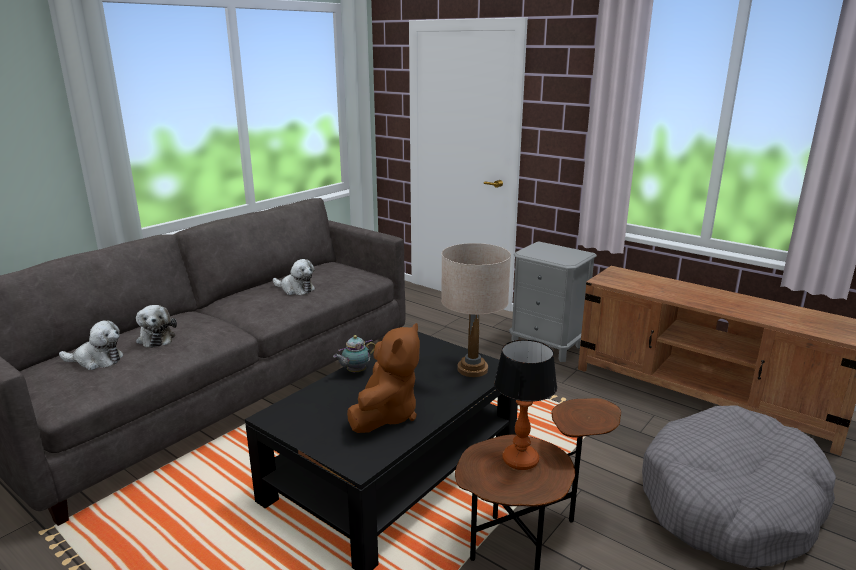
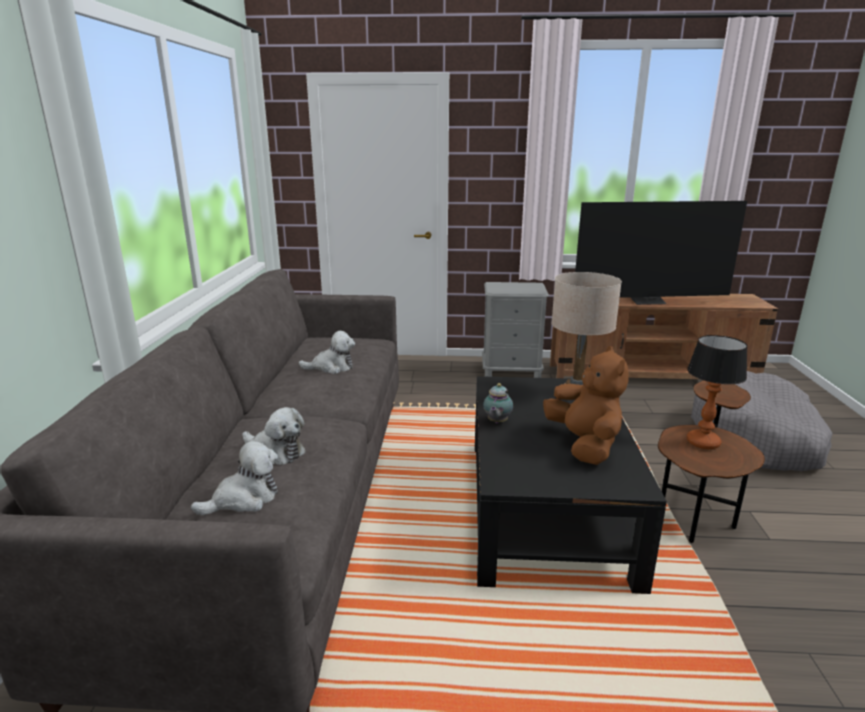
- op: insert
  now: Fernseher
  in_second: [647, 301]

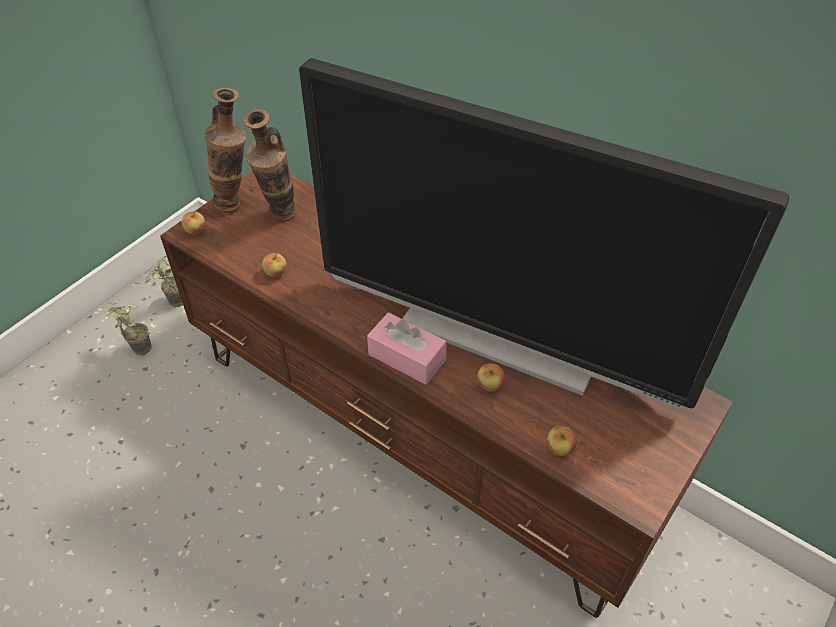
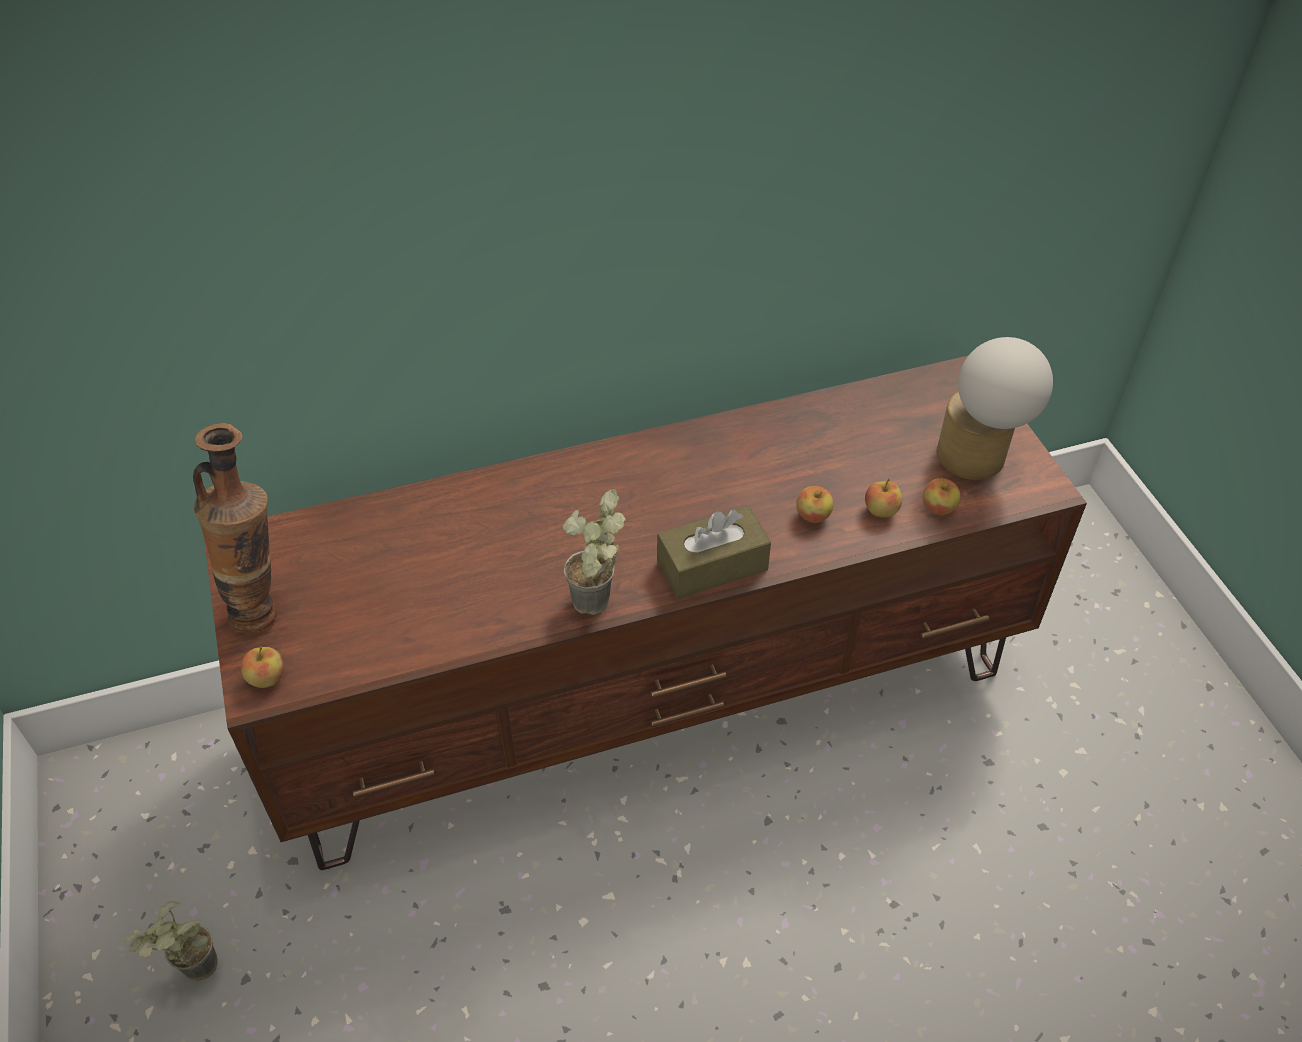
- op: delete
  was: Vase
  in_first: [280, 219]
- op: delete
  was: Fernseher
  in_first: [500, 337]
- op: insert
  now: Tischlampe
  in_second: [978, 462]
- op: move
  was: Topfpflanze
  in_first: [175, 305]
  in_second: [598, 609]
- op: move
  was: Apfel
  in_first: [276, 273]
  in_second: [881, 511]
- op: recolor
  was: Taschentuchbox [rosa]
  now: Taschentuchbox [braun]
  in_first: [407, 357]
  in_second: [712, 566]

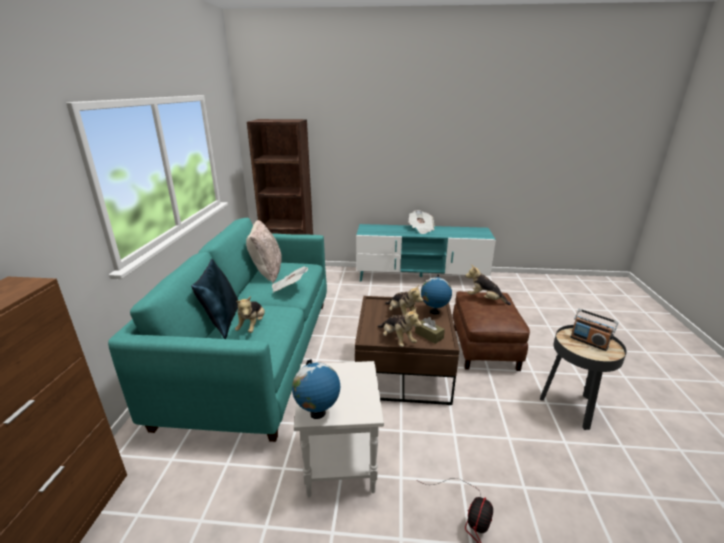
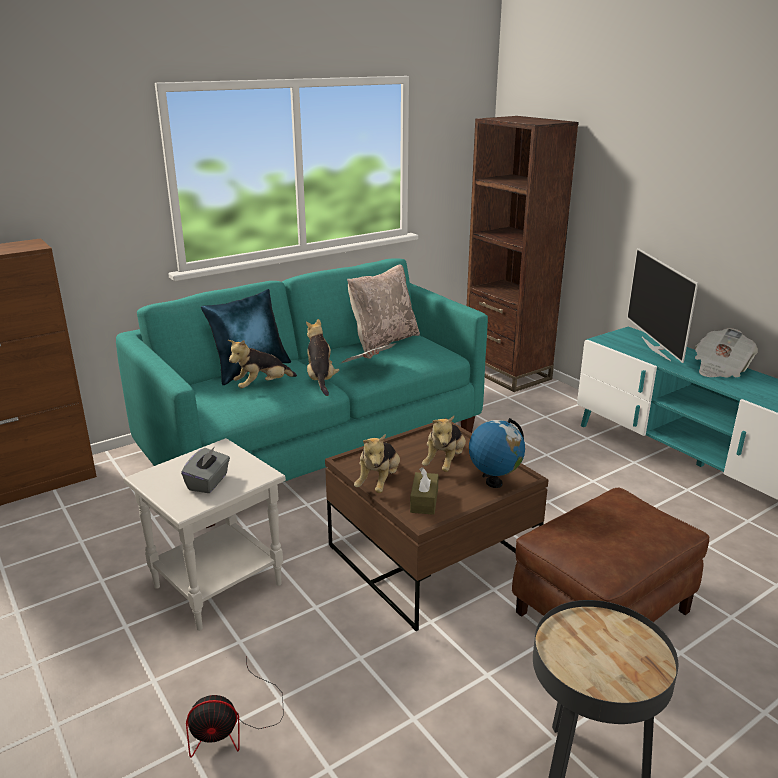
- op: delete
  was: Globus
  in_first: [317, 413]
- op: delete
  was: Radio
  in_first: [589, 342]
- op: insert
  now: Taschentuchbox [grau]
  in_second: [208, 482]
- op: insert
  now: Fernseher
  in_second: [656, 348]
- op: move
  was: Plüschtier
  in_first: [485, 299]
  in_second: [321, 379]

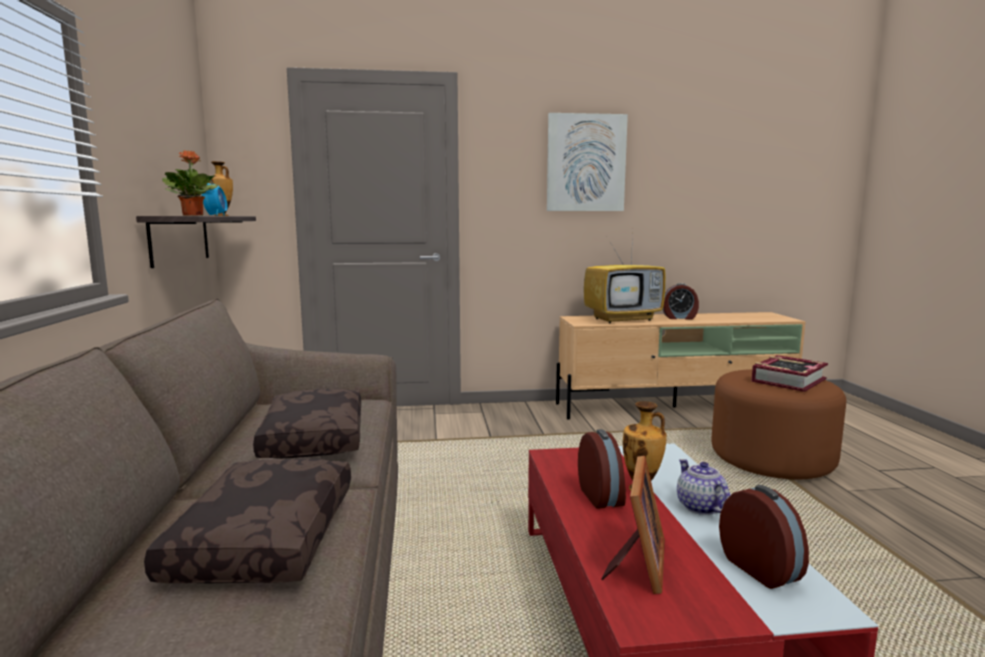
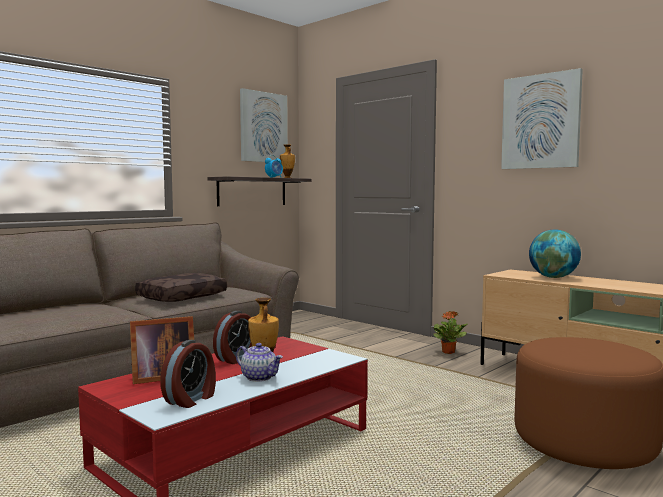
- op: delete
  was: Kissen [braun]
  in_first: [263, 537]
- op: delete
  was: Wecker
  in_first: [679, 318]
- op: delete
  was: Buch
  in_first: [788, 380]
- op: insert
  now: Bild
  in_second: [263, 127]
- op: move
  was: Topfpflanze
  in_first: [193, 215]
  in_second: [448, 352]
- op: replace
  was: Fernseher
  now: Globus
  in_first: [623, 319]
  in_second: [553, 277]
- op: rotate
  was: Teekanne
  in_first: [700, 507]
  in_second: [259, 377]
  clockwise: 90

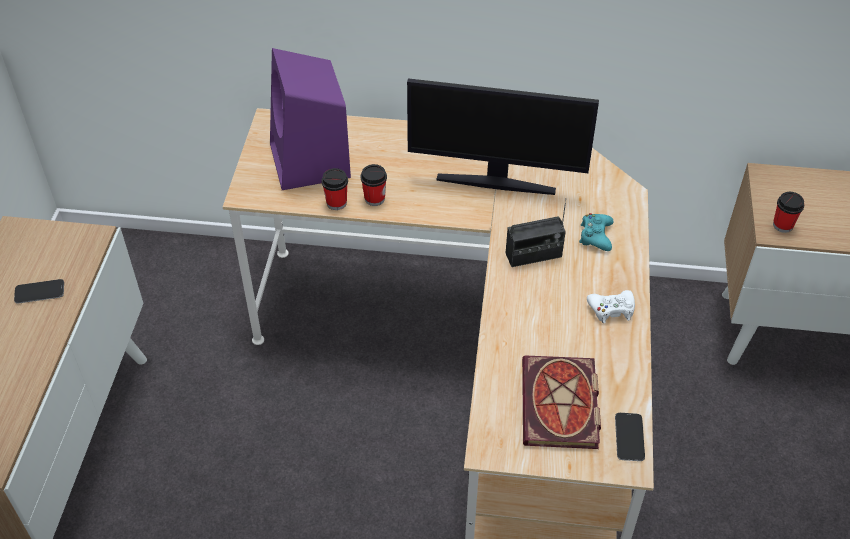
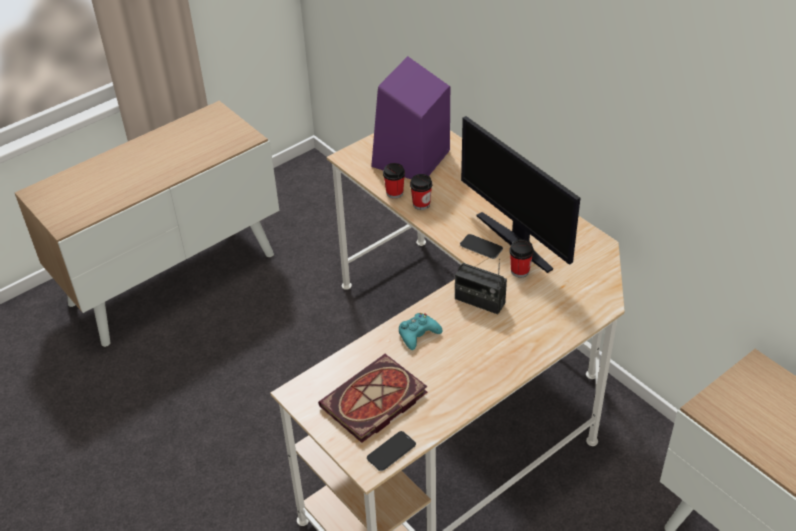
- op: delete
  was: Gamepad [weiß]
  in_first: [611, 309]
- op: move
  was: Handy
  in_first: [39, 292]
  in_second: [481, 247]
- op: move
  was: Gamepad [türkis]
  in_first: [595, 236]
  in_second: [418, 334]
- op: move
  was: Tasse
  in_first: [782, 225]
  in_second: [520, 271]

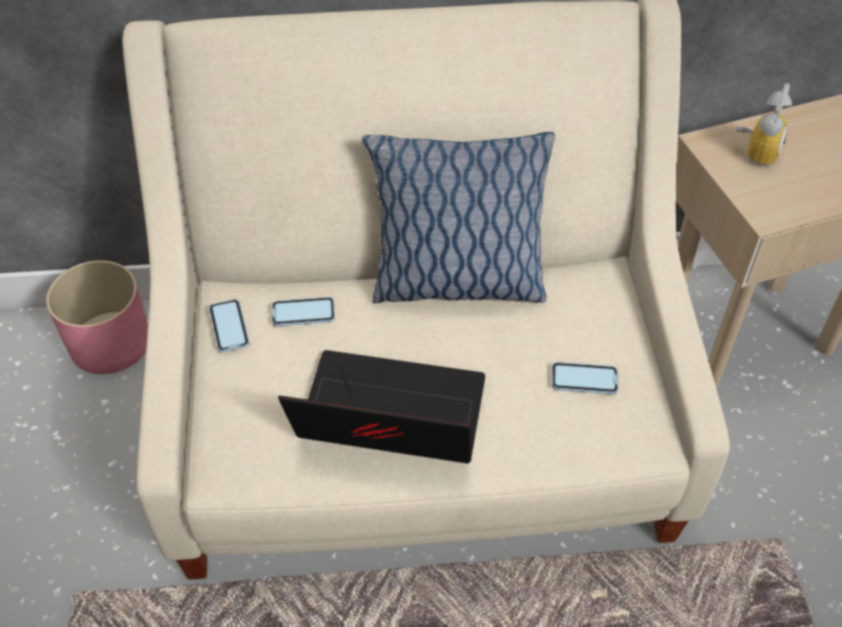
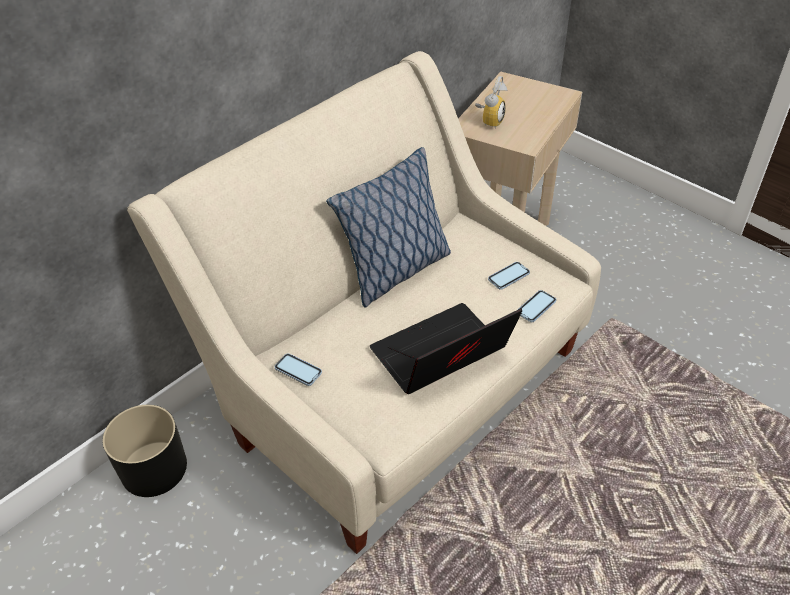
- op: move
  was: Handy
  in_first: [303, 313]
  in_second: [536, 307]
- op: recolor
  was: Pflanzkübel [rosa]
  now: Pflanzkübel [schwarz]
  in_first: [110, 342]
  in_second: [154, 468]
- op: rotate
  was: Wecker
  in_first: [754, 152]
  in_second: [489, 121]
  clockwise: 45

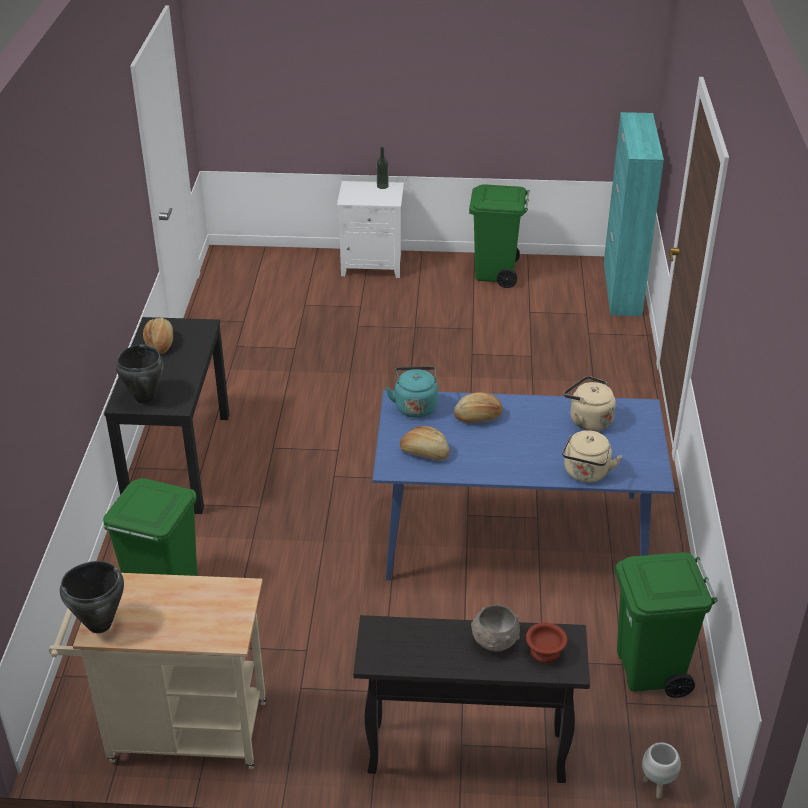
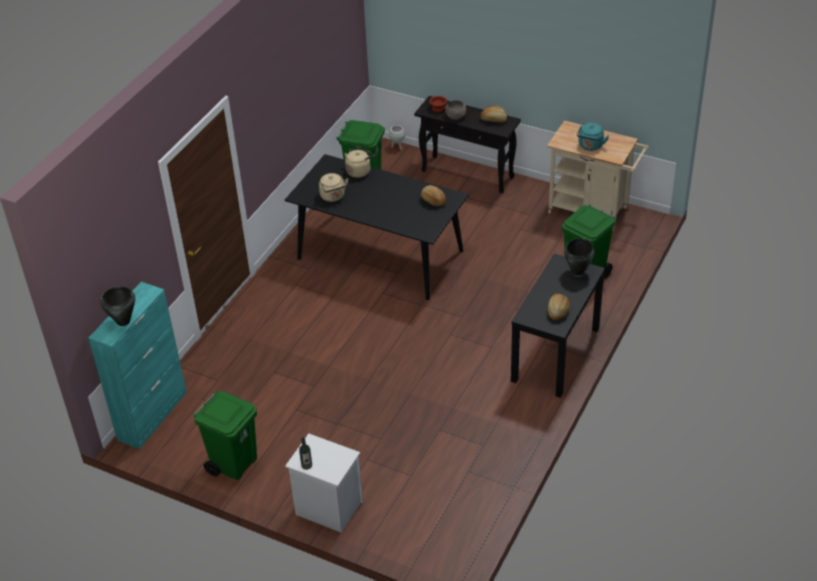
- op: move
  was: Kochtopf [schwarz]
  in_first: [99, 624]
  in_second: [123, 321]
- op: move
  was: Wasserkessel [türkis]
  in_first: [415, 406]
  in_second: [590, 146]
- op: move
  was: Brot
  in_first: [478, 417]
  in_second: [493, 120]
- op: recolor
  was: Esstisch [blau]
  now: Esstisch [schwarz]
  in_first: [513, 536]
  in_second: [381, 255]

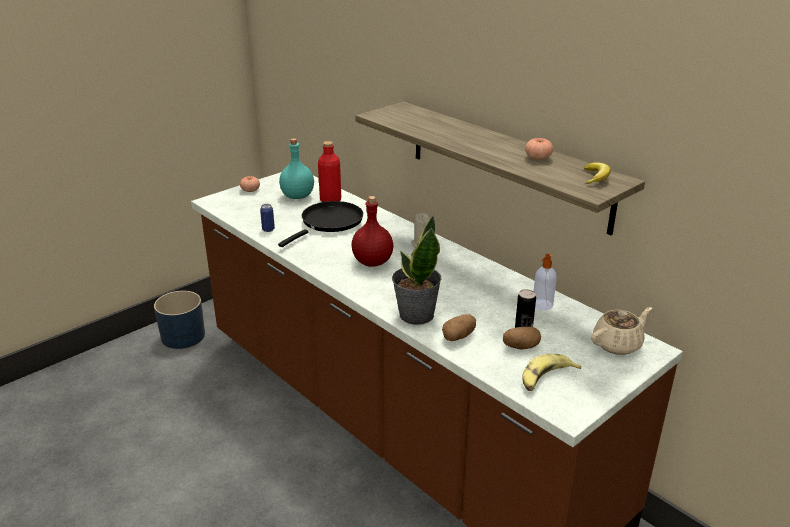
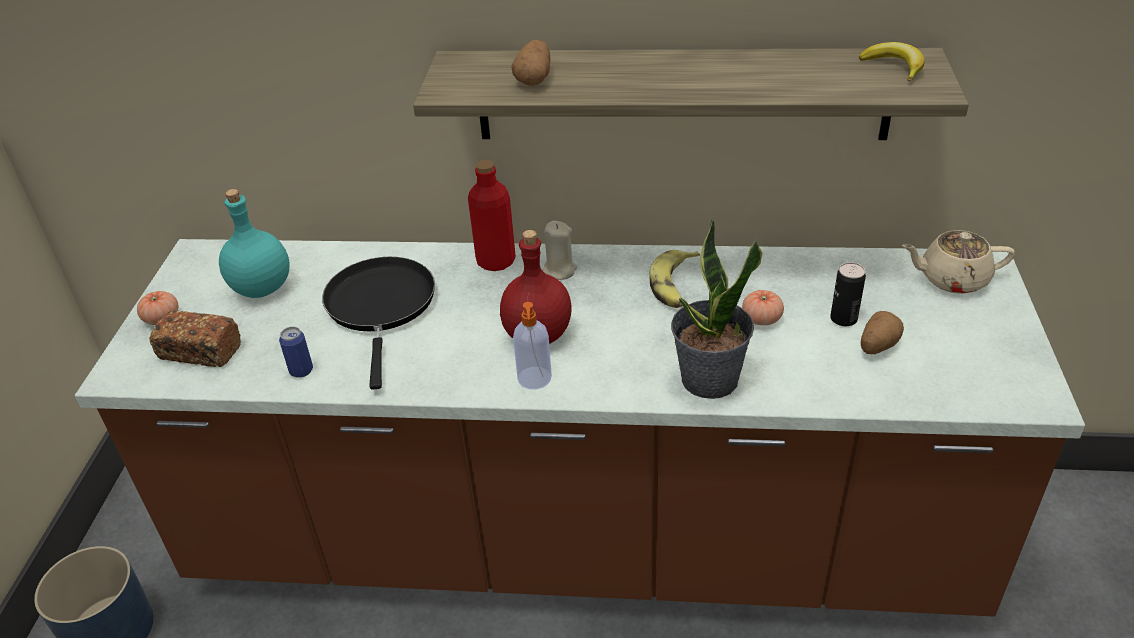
- op: insert
  now: Brot
  in_second: [200, 351]
- op: move
  was: Flasche [rot]
  in_first: [330, 200]
  in_second: [496, 261]
- op: move
  was: Kartoffel
  in_first: [459, 336]
  in_second: [534, 79]
- op: move
  was: Banane
  in_first: [546, 378]
  in_second: [674, 285]
- op: move
  was: Tomate
  in_first: [538, 158]
  in_second: [761, 319]
- op: move
  was: Seifenspender
  in_first: [542, 305]
  in_second: [534, 379]
- op: rotate
  was: Teekanne [beige]
  in_first: [618, 344]
  in_second: [952, 279]
  clockwise: -105

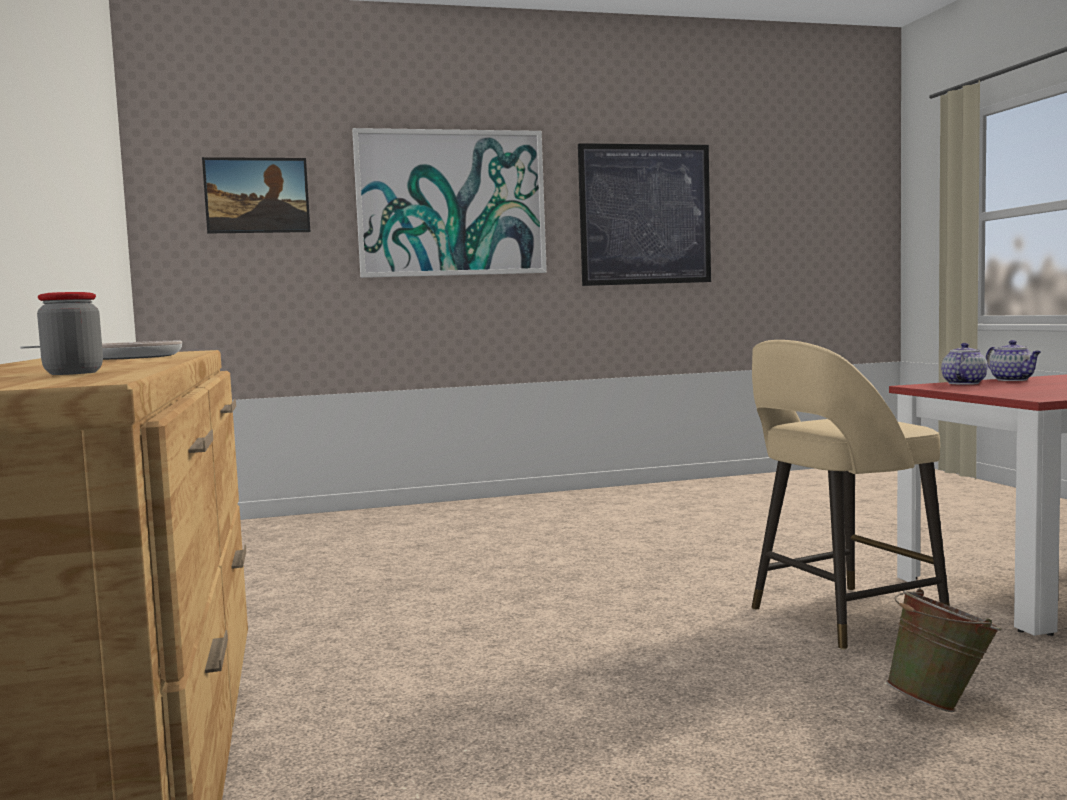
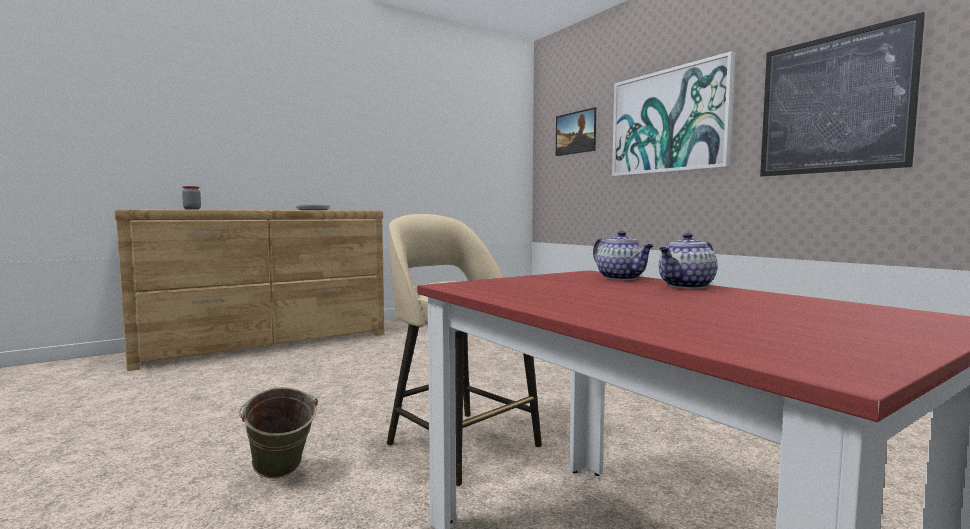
- op: rotate
  was: Teekanne
  in_first: [963, 383]
  in_second: [622, 278]
  clockwise: 45

